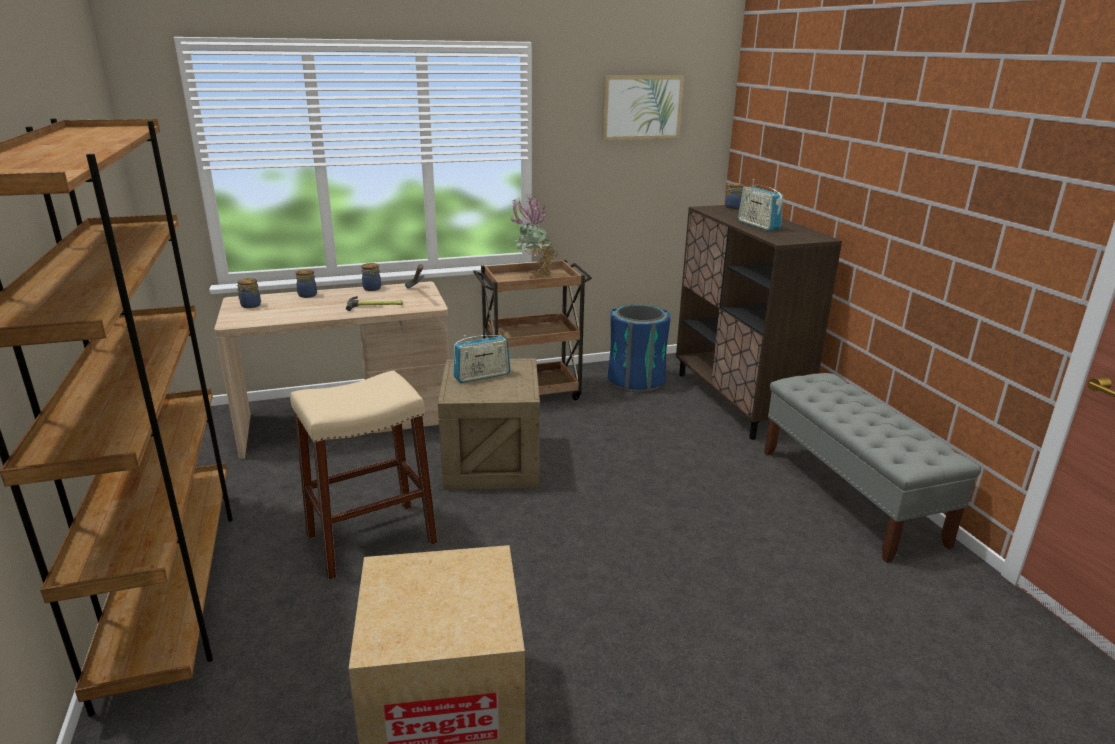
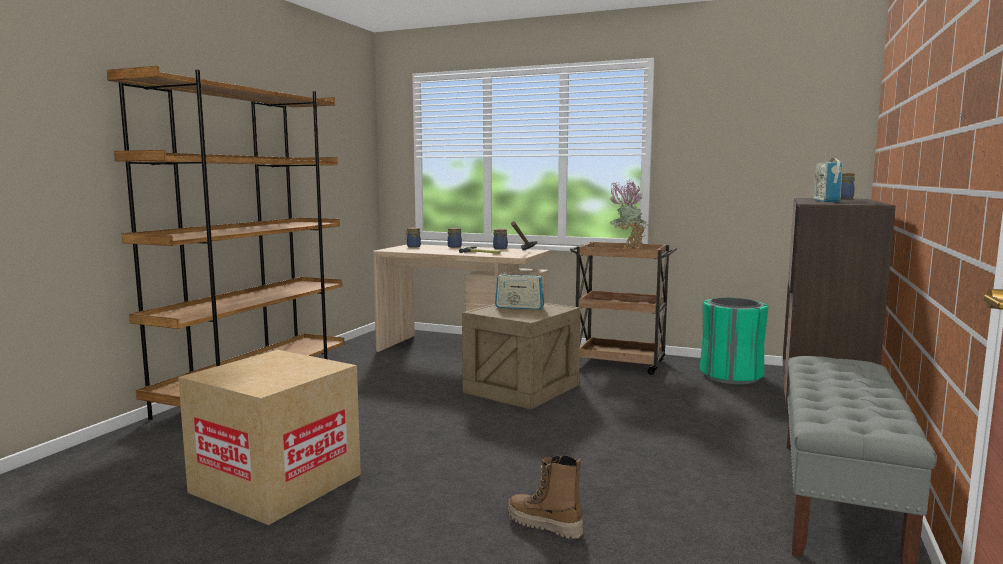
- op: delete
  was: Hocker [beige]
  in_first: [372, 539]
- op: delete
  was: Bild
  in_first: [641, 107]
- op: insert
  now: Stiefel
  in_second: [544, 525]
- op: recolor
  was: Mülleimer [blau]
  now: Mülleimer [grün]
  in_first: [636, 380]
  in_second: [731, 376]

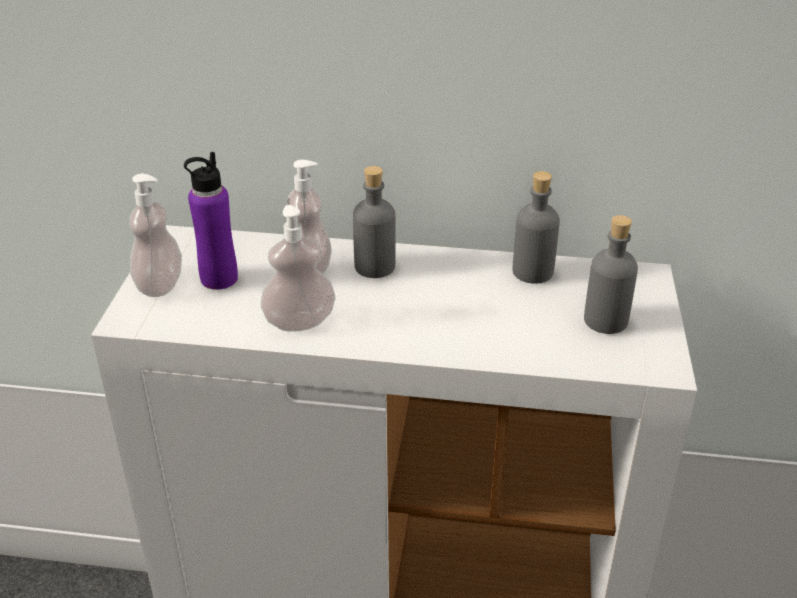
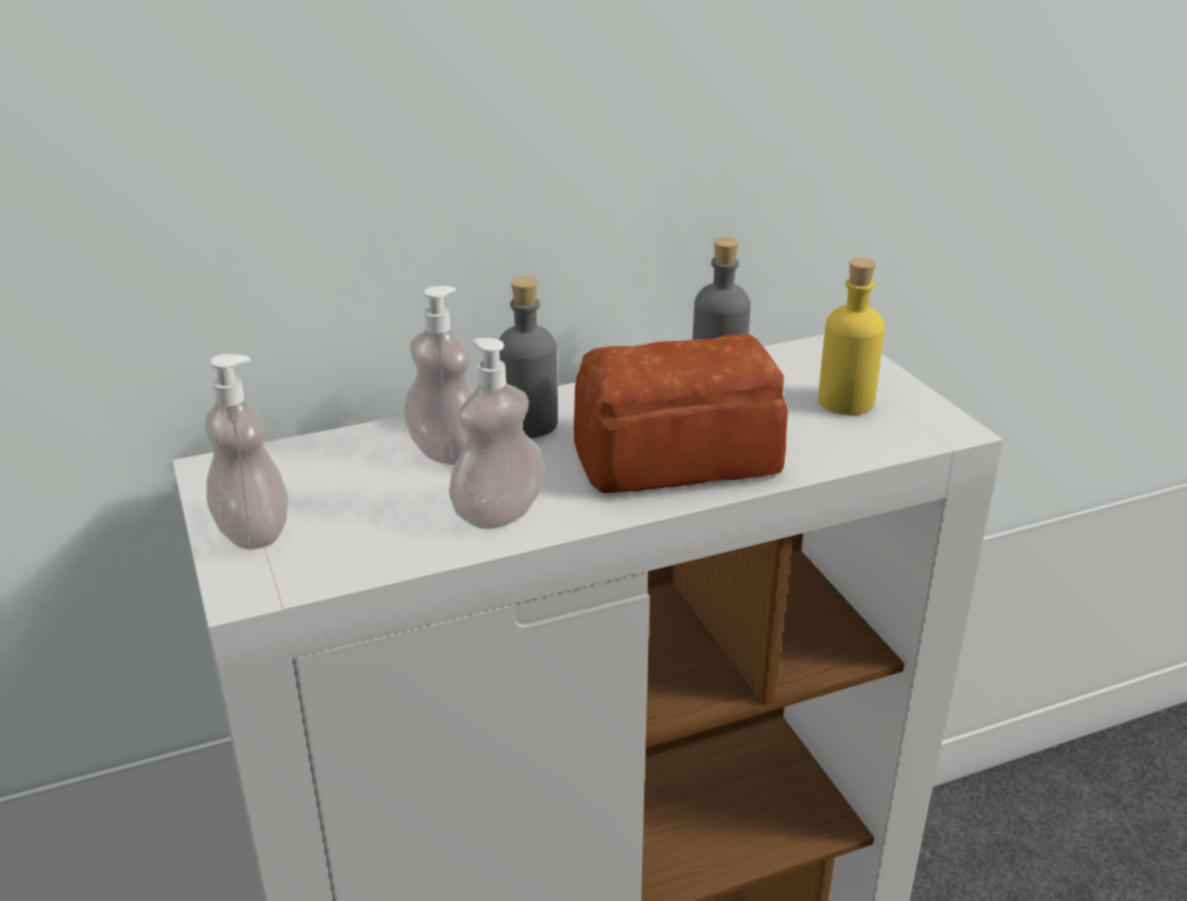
- op: delete
  was: Flasche [lila]
  in_first: [219, 278]
- op: insert
  now: Brot
  in_second: [681, 455]
- op: recolor
  was: Flasche [grau]
  now: Flasche [gelb]
  in_first: [605, 320]
  in_second: [845, 401]

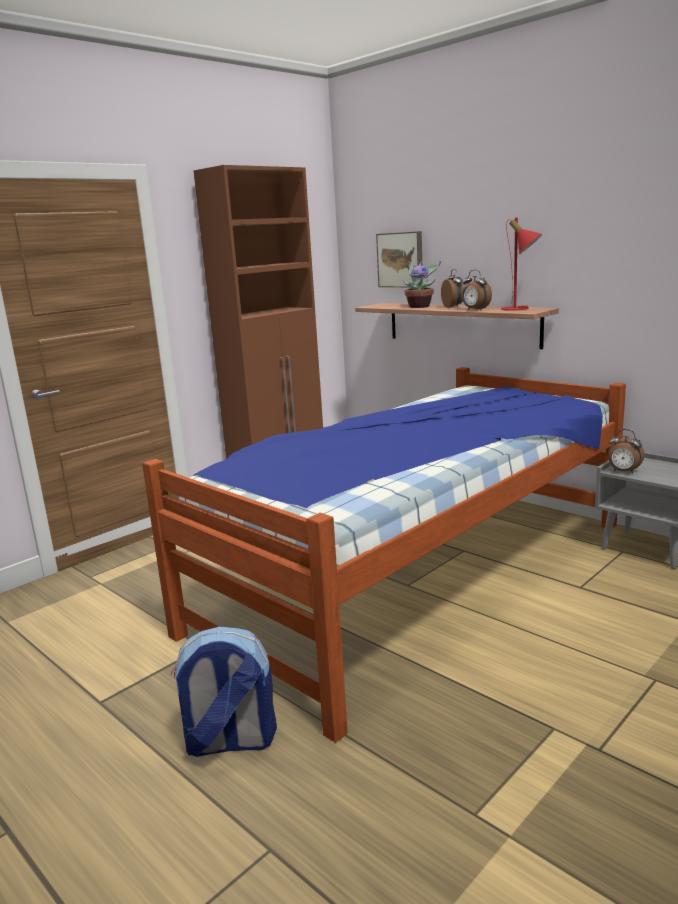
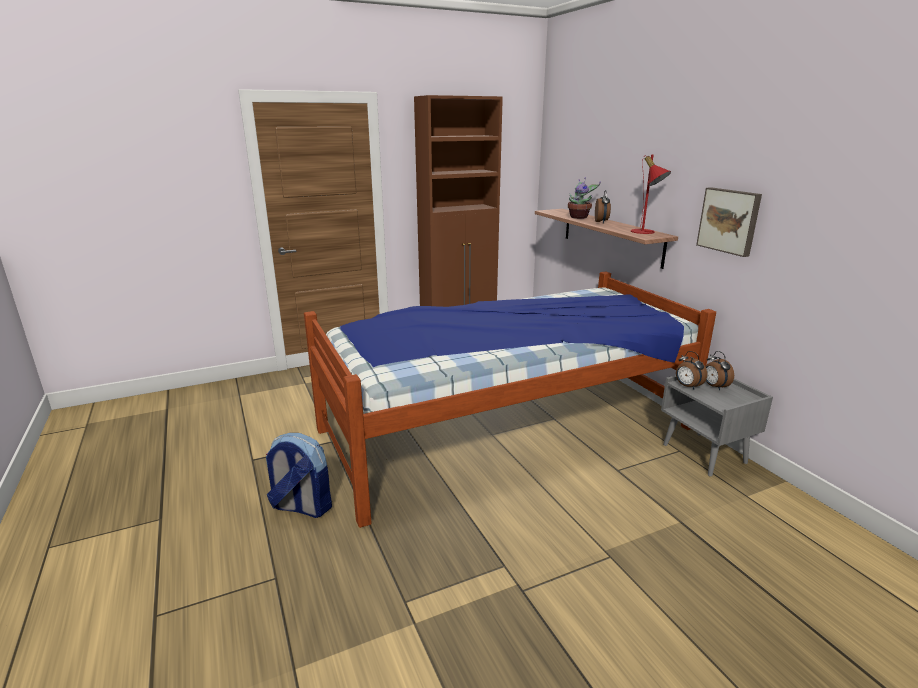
- op: move
  was: Bild
  in_first: [401, 259]
  in_second: [729, 221]
- op: move
  was: Wecker
  in_first: [475, 310]
  in_second: [714, 386]

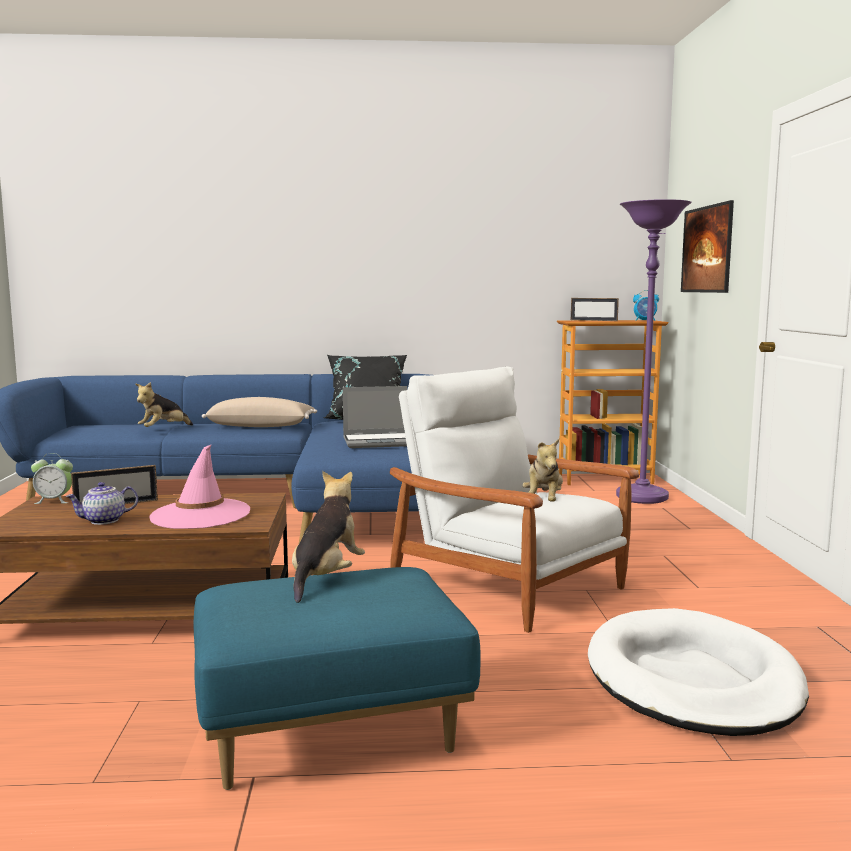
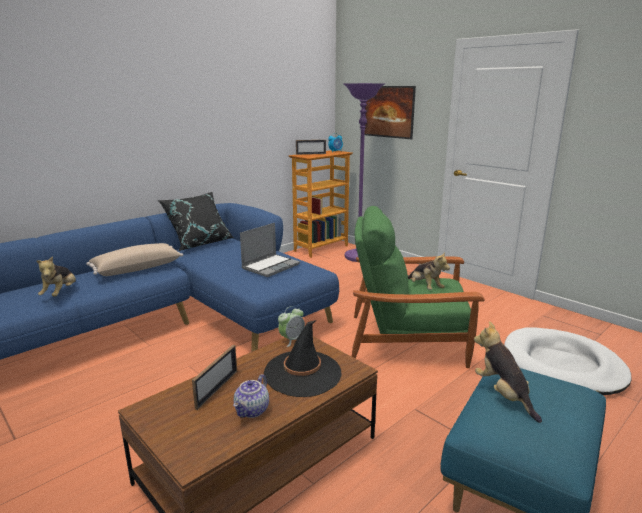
- op: move
  was: Wecker
  in_first: [54, 501]
  in_second: [292, 340]
- op: recolor
  was: Hut [rosa]
  now: Hut [schwarz]
  in_first: [200, 515]
  in_second: [302, 373]
- op: recolor
  was: Sessel [weiß]
  now: Sessel [grün]
  in_first: [508, 585]
  in_second: [408, 340]

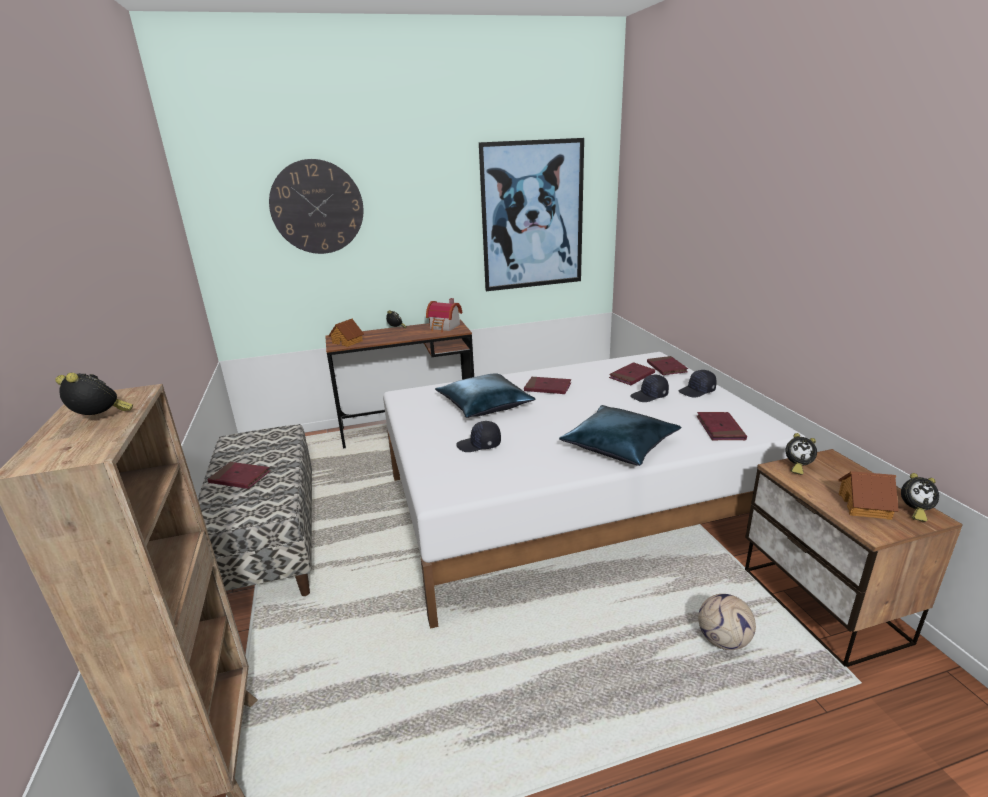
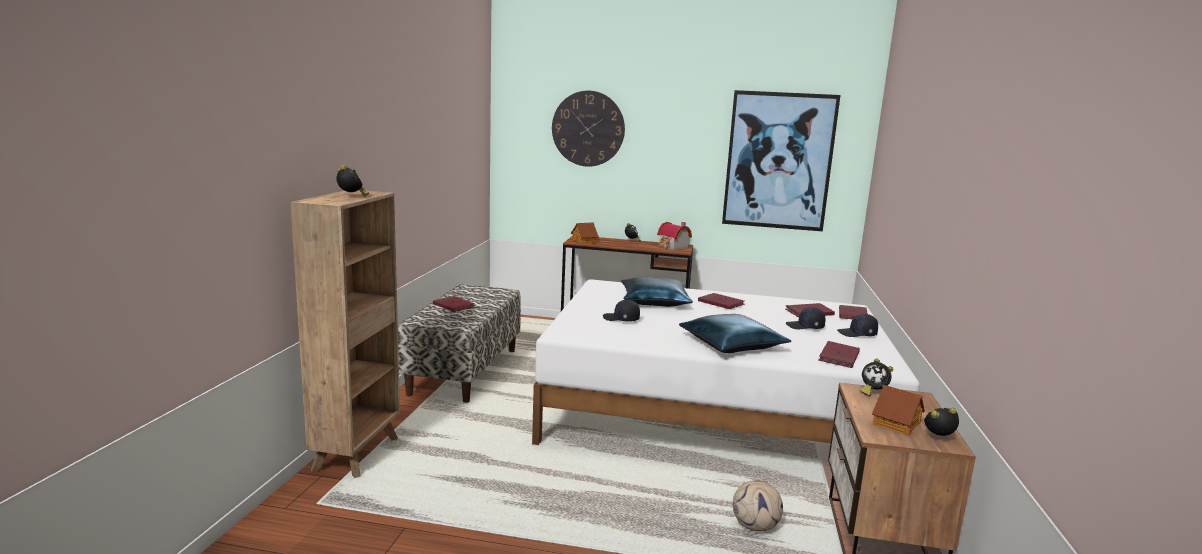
- op: rotate
  was: Wecker
  in_first: [913, 512]
  in_second: [939, 438]
  clockwise: 150

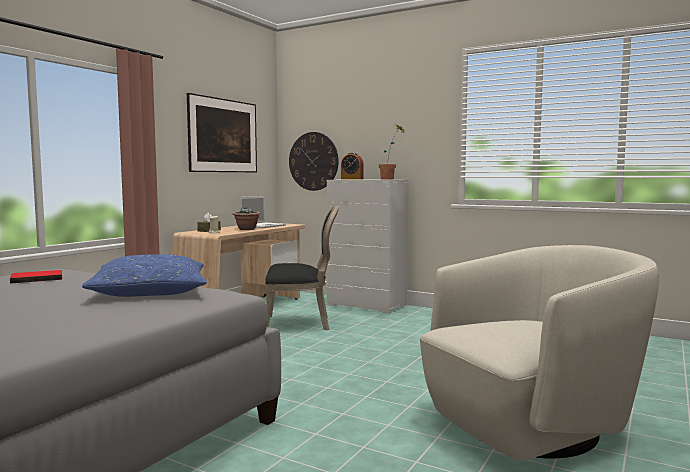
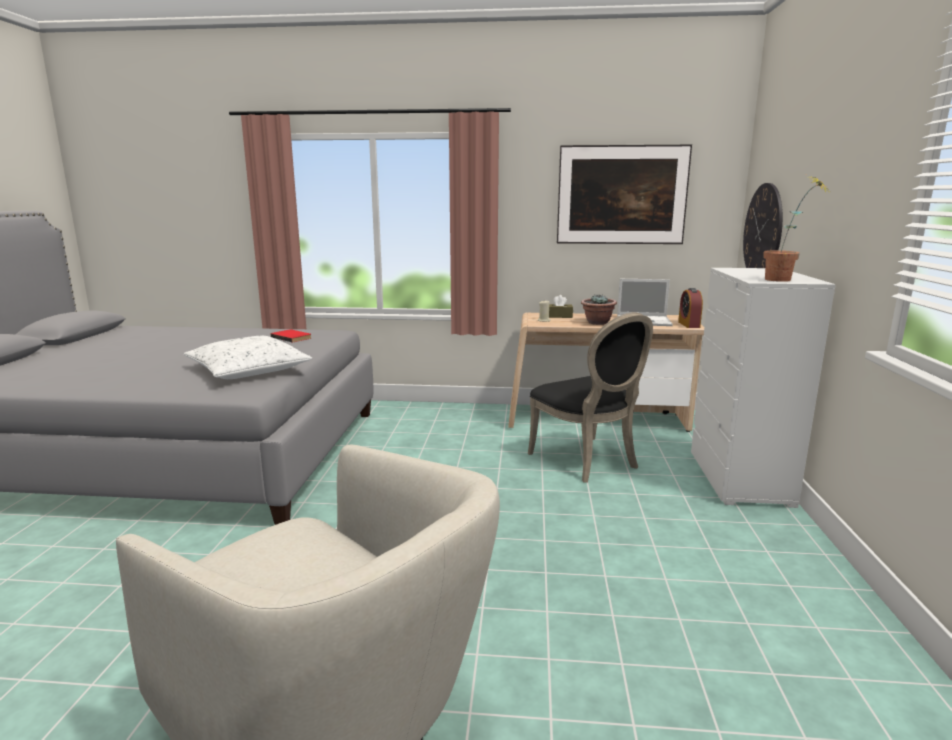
- op: move
  was: Wecker
  in_first: [352, 179]
  in_second: [689, 324]
- op: recolor
  was: Kissen [blau]
  now: Kissen [weiß]
  in_first: [150, 291]
  in_second: [249, 370]

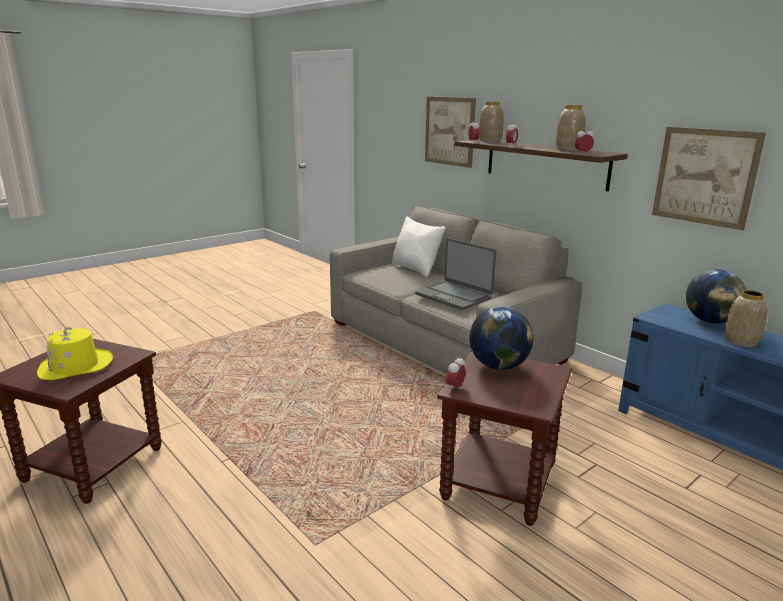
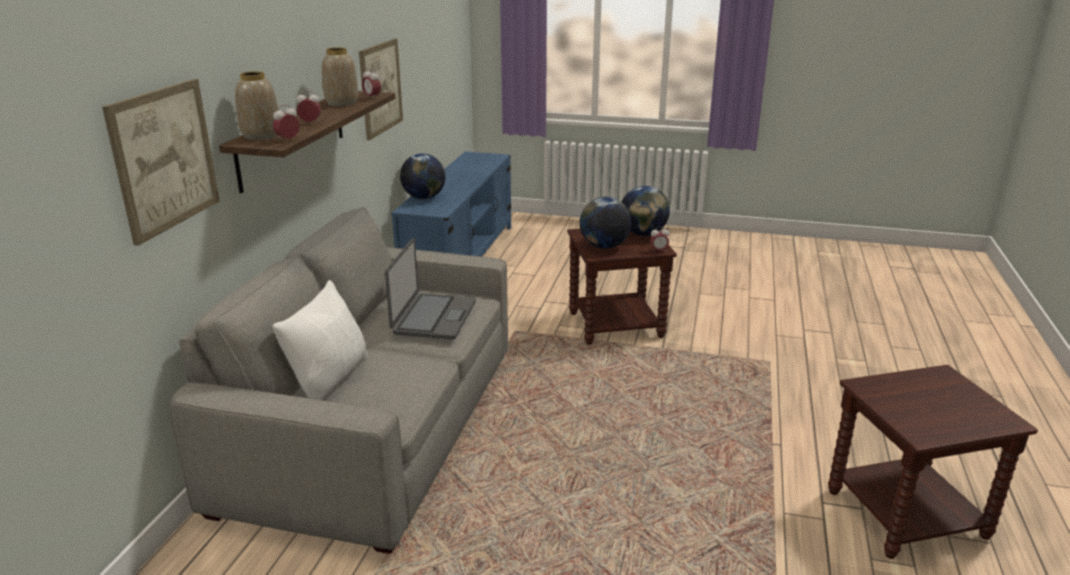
- op: delete
  was: Hut [gelb]
  in_first: [75, 366]
- op: delete
  was: Vase
  in_first: [740, 342]
- op: insert
  now: Globus
  in_second: [643, 234]

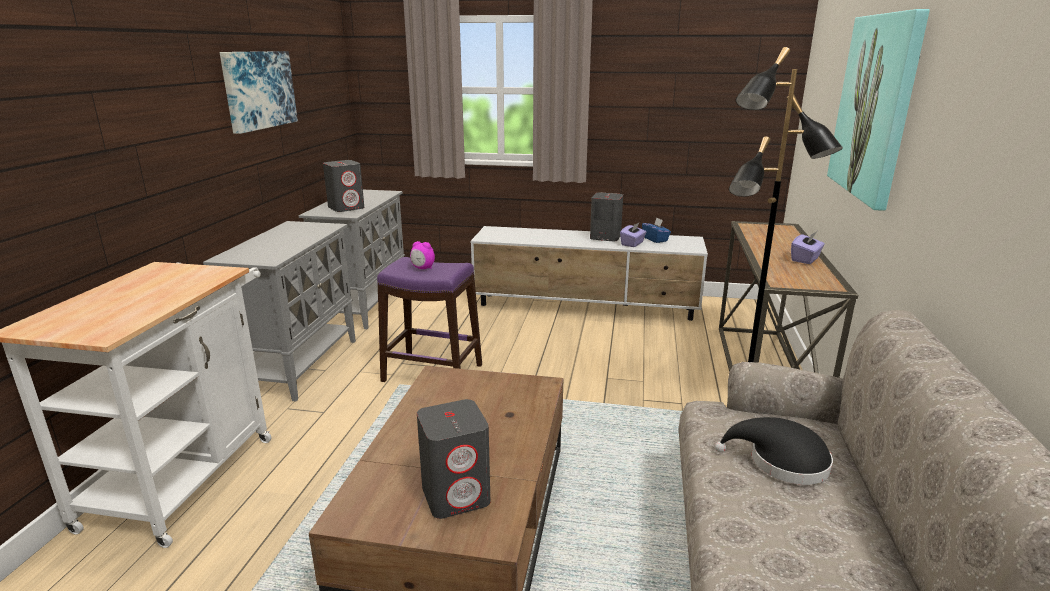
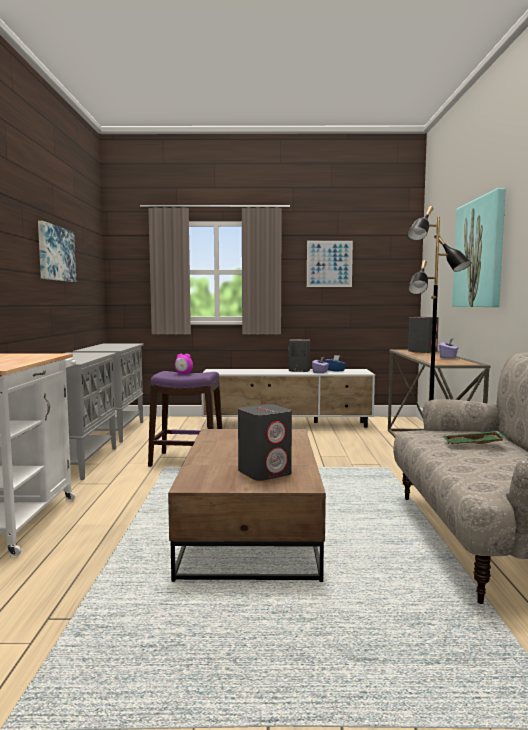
- op: insert
  now: Bild
  in_second: [329, 264]
- op: move
  was: Lautsprecher [grau]
  in_first: [346, 208]
  in_second: [422, 351]
- op: replace
  was: Hut [schwarz]
  now: Tablett [grün]
  in_first: [781, 462]
  in_second: [473, 445]

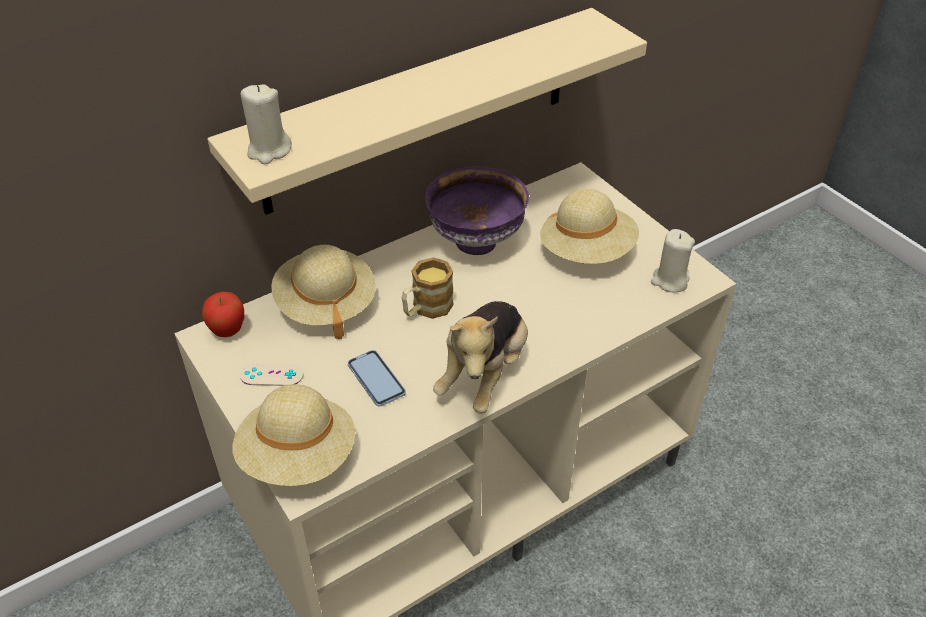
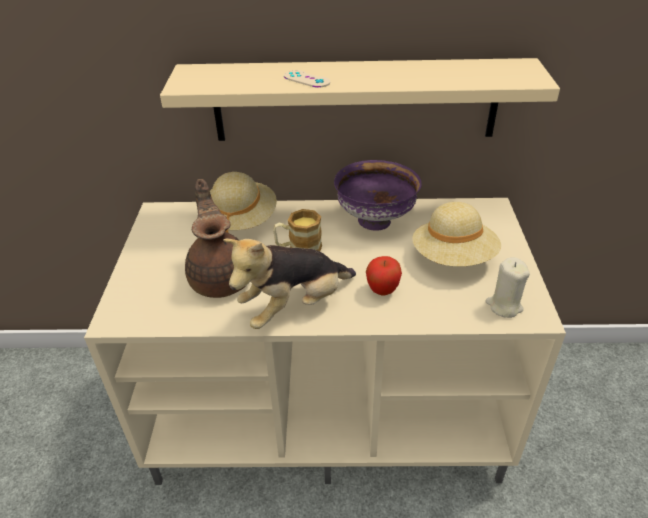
- op: delete
  was: Hut [beige]
  in_first: [298, 457]
- op: delete
  was: Kerze [beige]
  in_first: [269, 150]
- op: move
  was: Apfel
  in_first: [228, 331]
  in_second: [382, 291]
- op: move
  was: Gamepad [beige]
  in_first: [271, 375]
  in_second: [306, 79]
- op: replace
  was: Handy
  now: Teekanne [braun]
  in_first: [376, 379]
  in_second: [222, 277]

